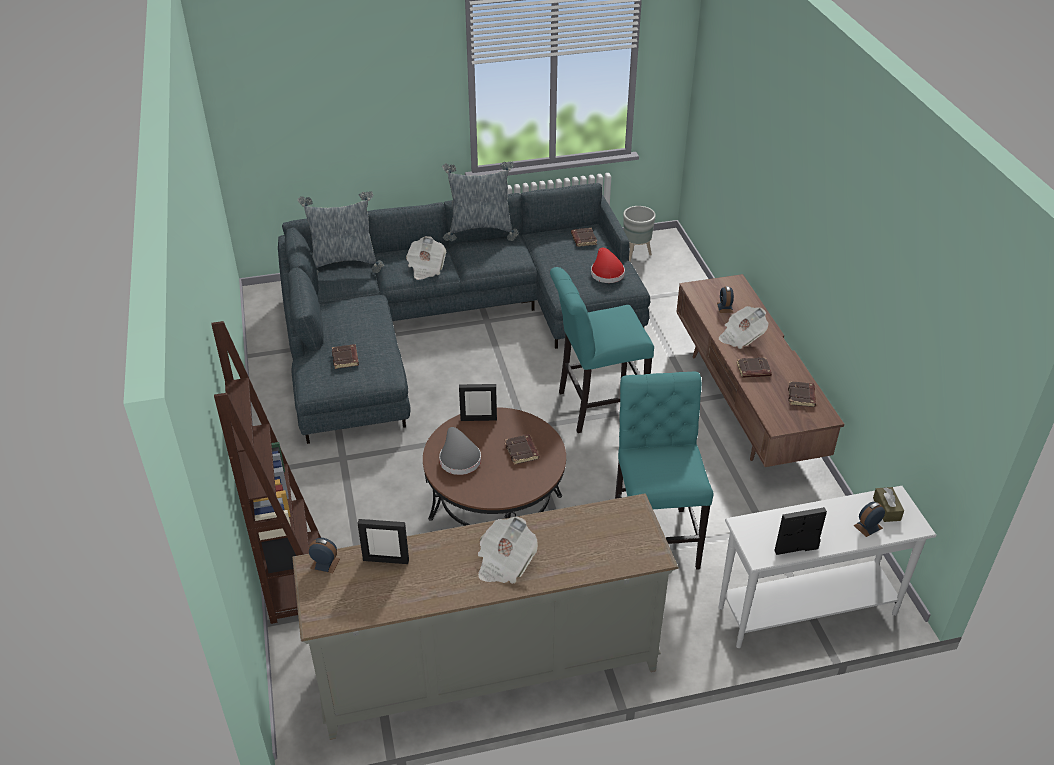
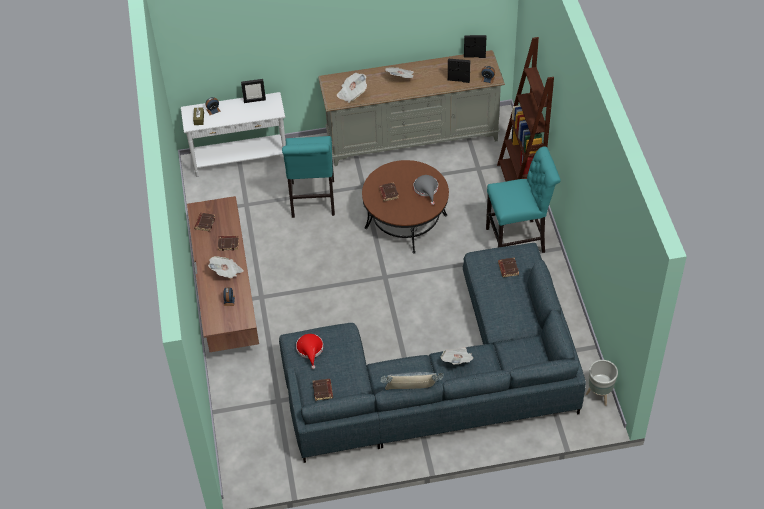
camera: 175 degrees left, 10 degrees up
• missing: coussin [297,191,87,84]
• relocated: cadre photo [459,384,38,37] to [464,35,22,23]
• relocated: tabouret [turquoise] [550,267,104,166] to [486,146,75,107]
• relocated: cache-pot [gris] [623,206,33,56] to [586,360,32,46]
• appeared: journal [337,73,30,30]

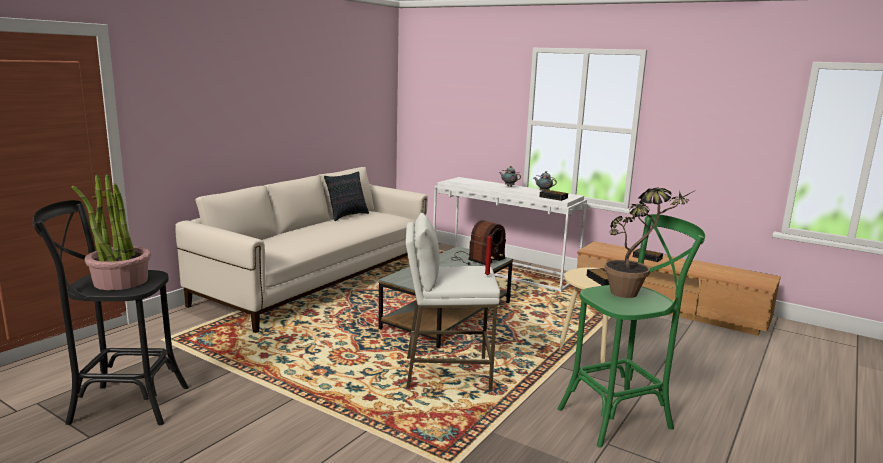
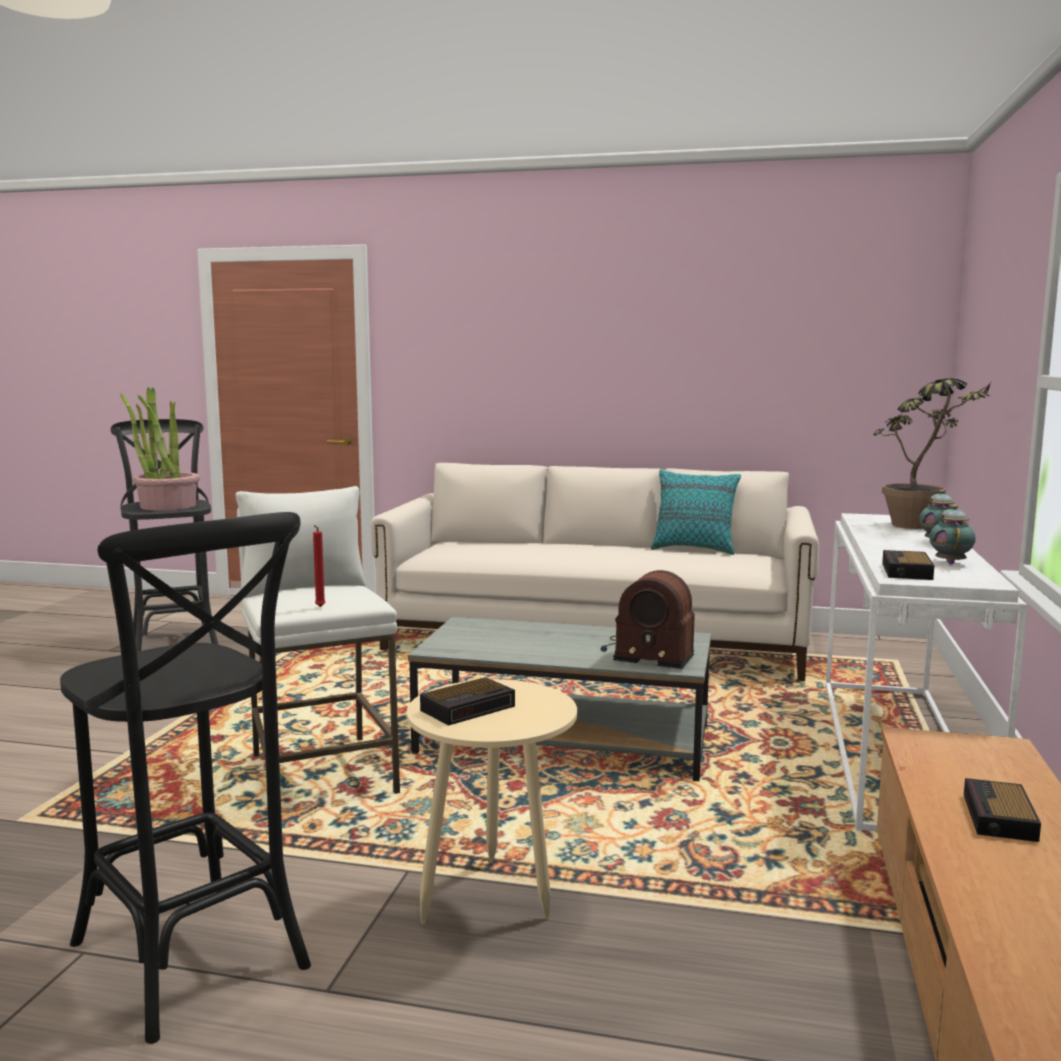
camera: 70 degrees right, 5 degrees down
• colour: coussin [noir] [324,172,45,49] to coussin [turquoise] [651,469,90,86]
• colour: tabouret [vert] [557,214,148,234] to tabouret [noir] [60,512,251,532]
• relocated: plante en pot [604,188,92,110] to [873,379,118,150]

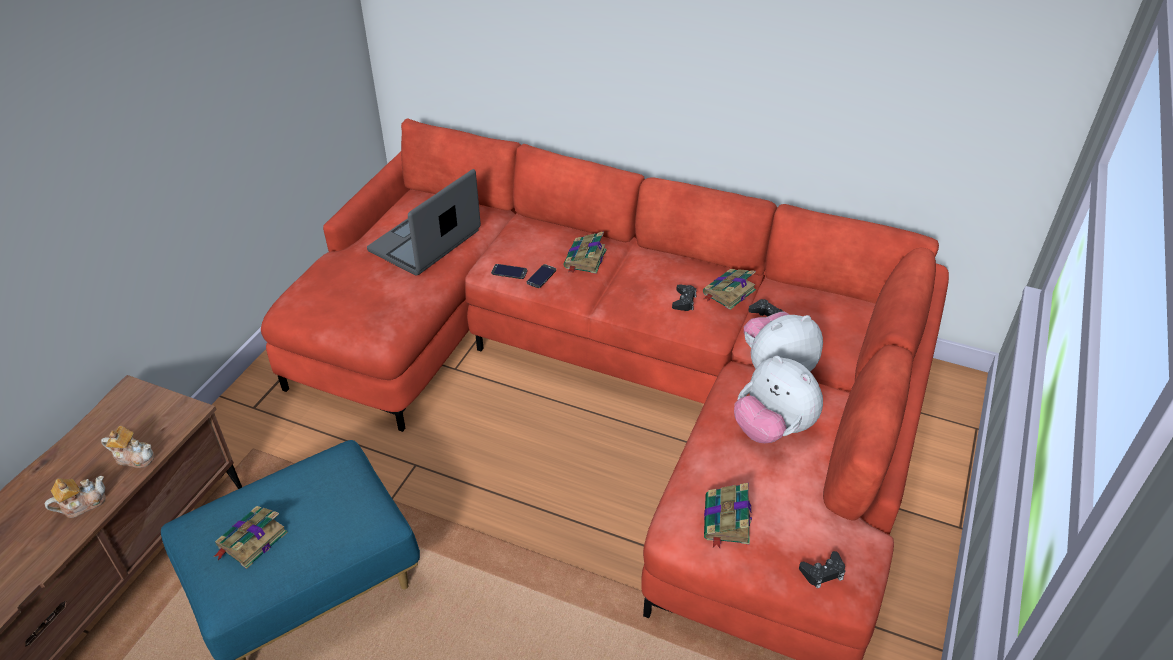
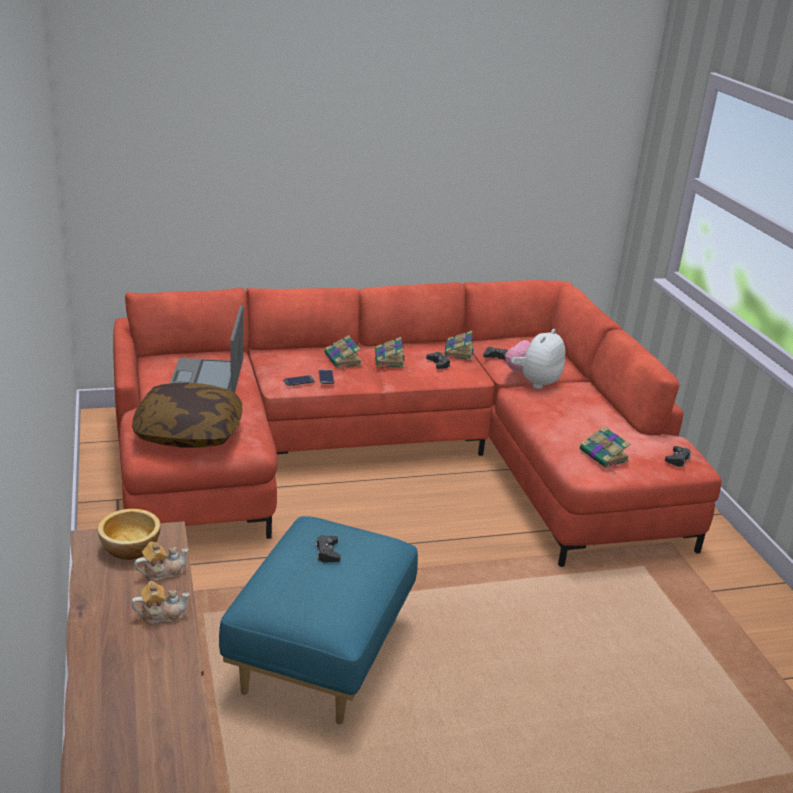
camera: 40 degrees left, 15 degrees down
• spun: théière [45,476,60,42] = [131,581,59,43] 60 degrees clockwise
• relocated: livre [213,506,75,63] to [375,337,30,31]
• missing: peluche [734,356,89,87]
• appeared: bol [98,509,63,51]
• appeared: coussin [132,383,111,65]
• appeared: manette [noir] [316,535,25,27]

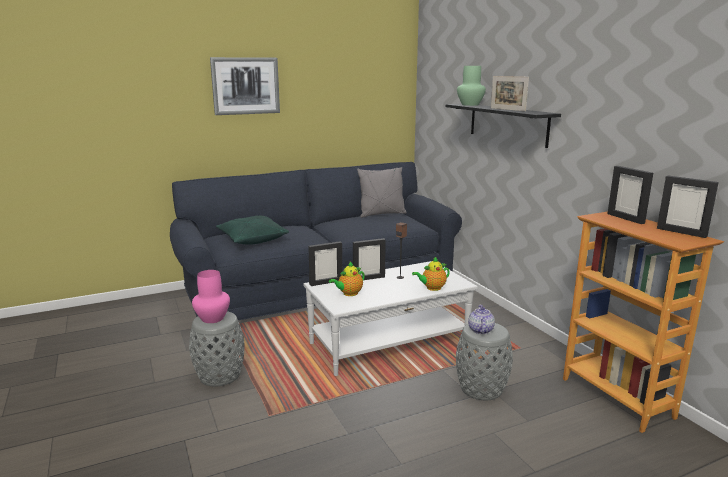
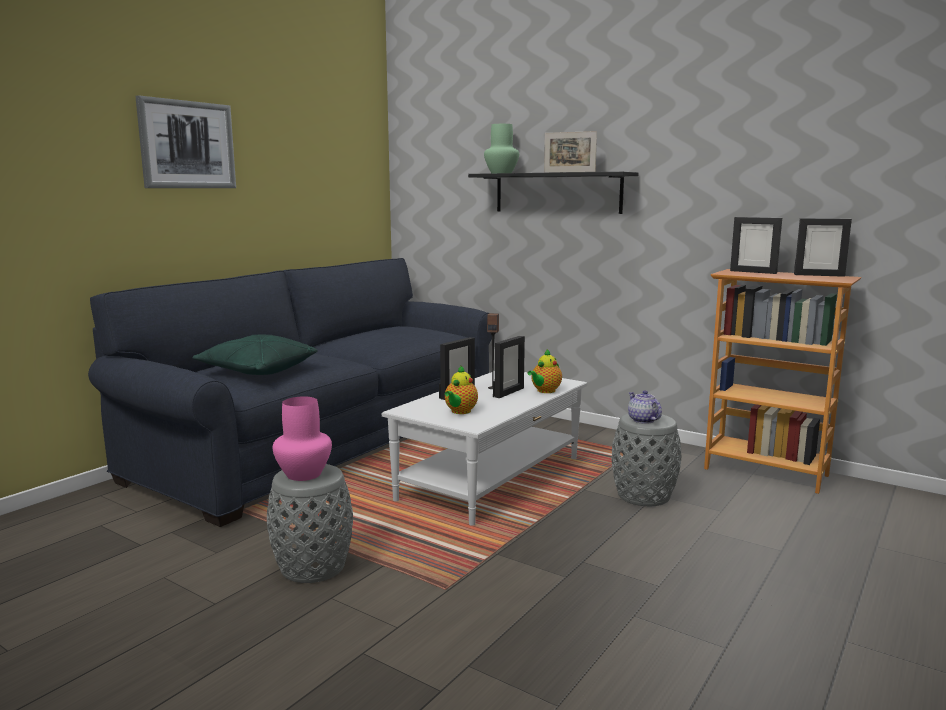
camera: 30 degrees left, 5 degrees down
• relocated: cadre photo [308,241,34,45] to [493,336,32,62]
• missing: coussin [gris] [357,167,50,51]

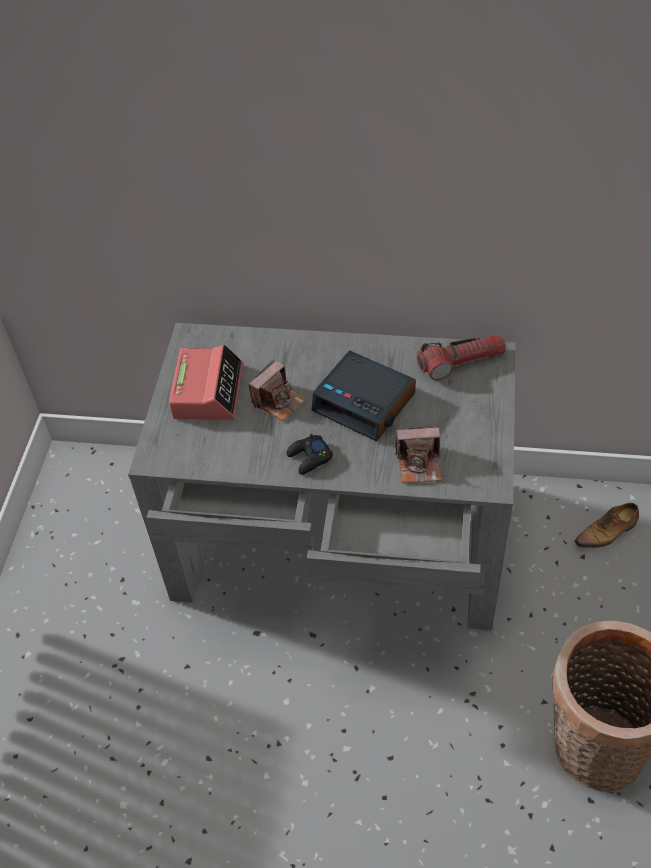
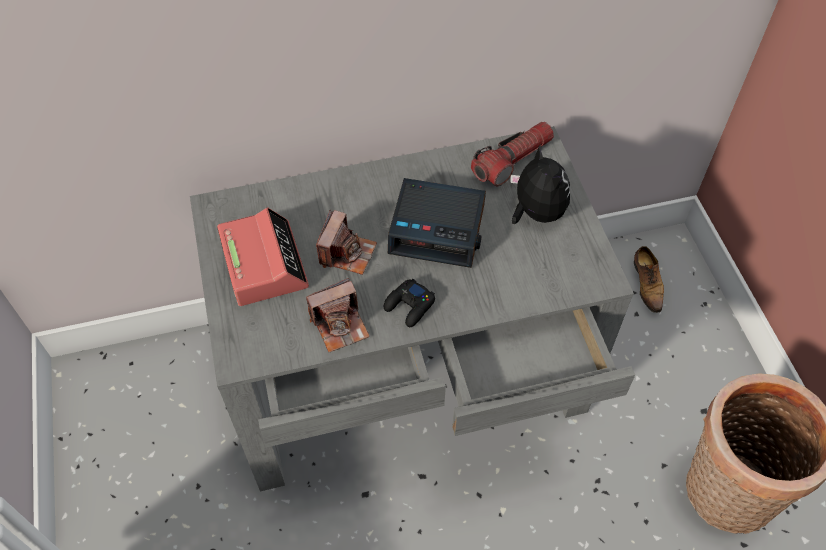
camera: 25 degrees left, 5 degrees up
• relocated: appareil photo [395,424,47,59] to [306,278,64,74]
• spun: chaussure [574,503,65,45] = [634,246,30,67] 45 degrees counterclockwise
• appeared: peluche [510,146,60,78]

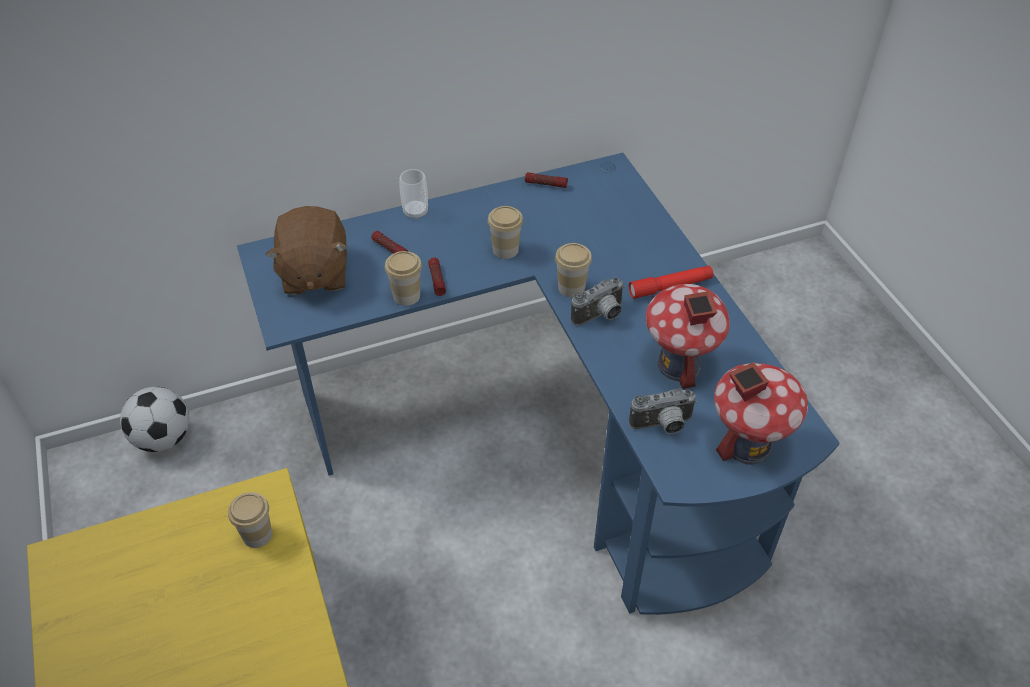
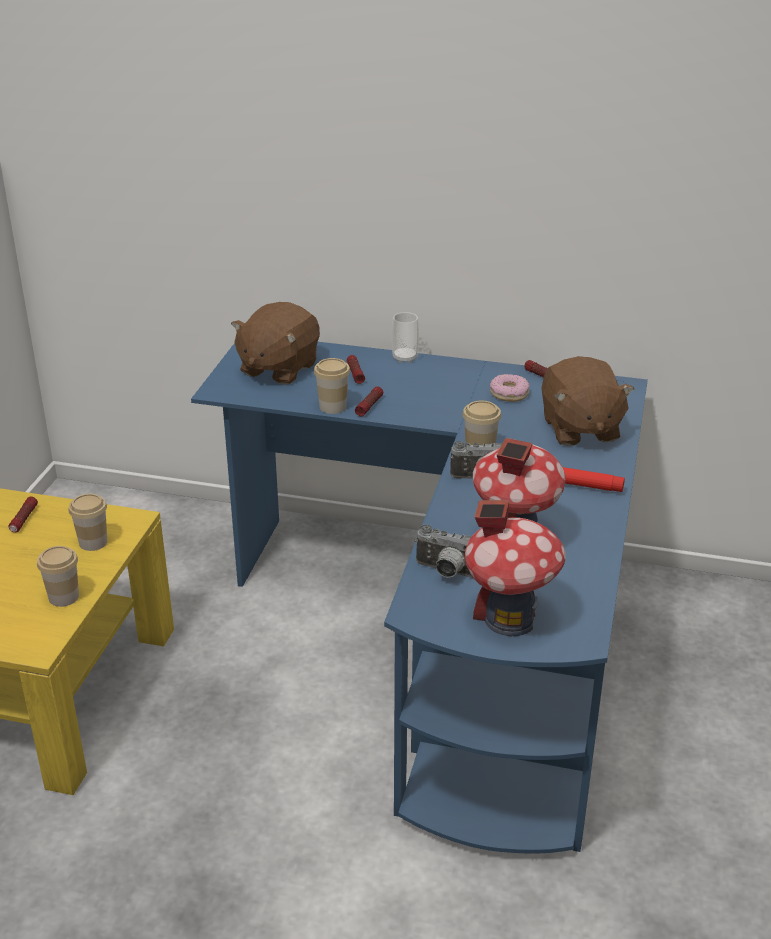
camera: 35 degrees right, 15 degrees down
• missing: ballon de foot [120,387,69,65]
• relocated: tasse [488,206,35,53] to [37,546,42,61]
• appeared: lampe de poche [8,497,30,35]
• appeared: beignet [490,374,39,28]
• appeared: peluche [marron] [542,356,92,90]

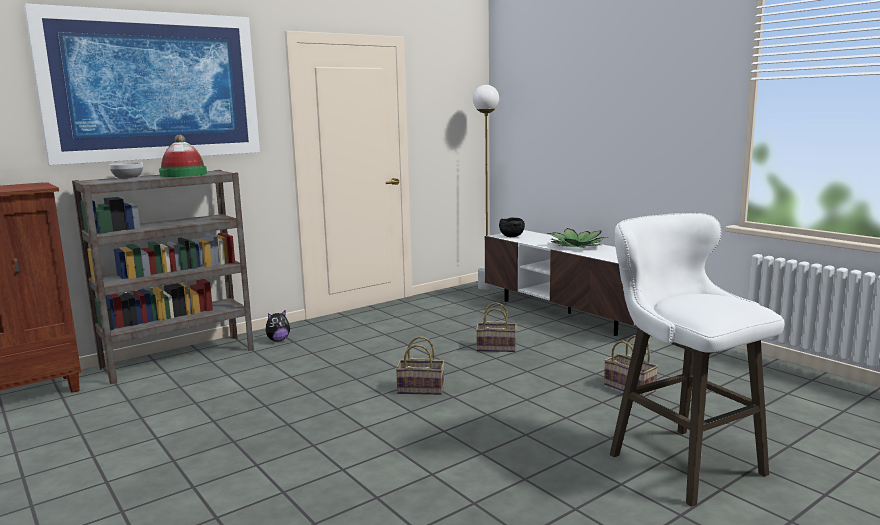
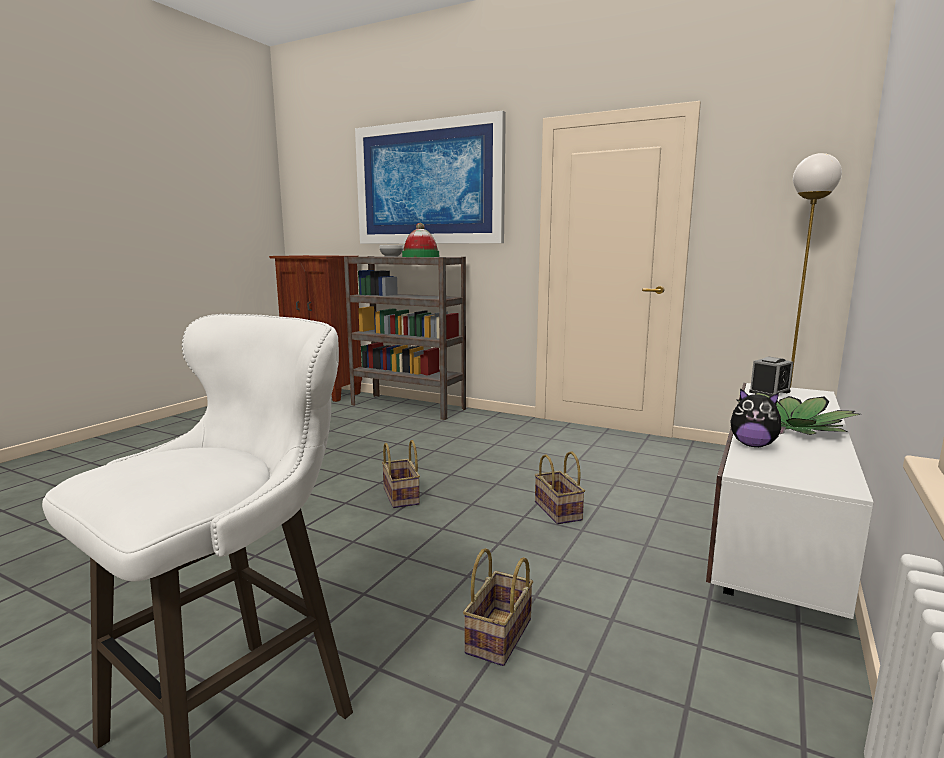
camera: 65 degrees right, 0 degrees up
• relocated: peluche [266,310,24,32] to [730,388,56,59]
• exchanged: bol [noir] [499,218,26,19] to réveil [749,357,45,39]

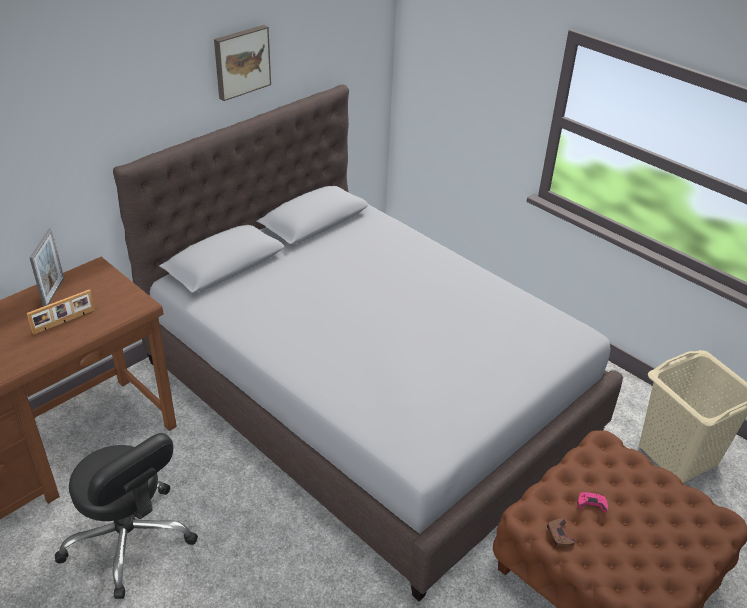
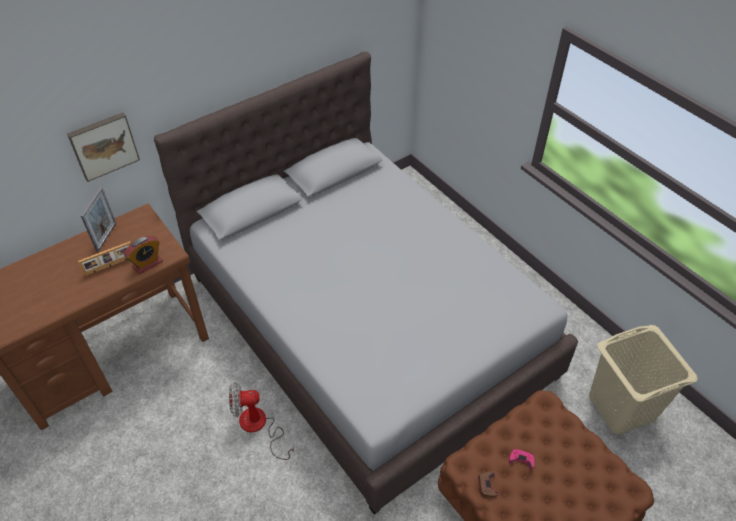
camera: 10 degrees right, 10 degrees up
• missing: chaise de bureau [noir] [55,433,143,166]
• relocated: tableau [214,25,57,76] to [67,112,73,70]
• appeared: réveil [124,236,39,38]
• appeared: ventilateur [229,382,65,78]

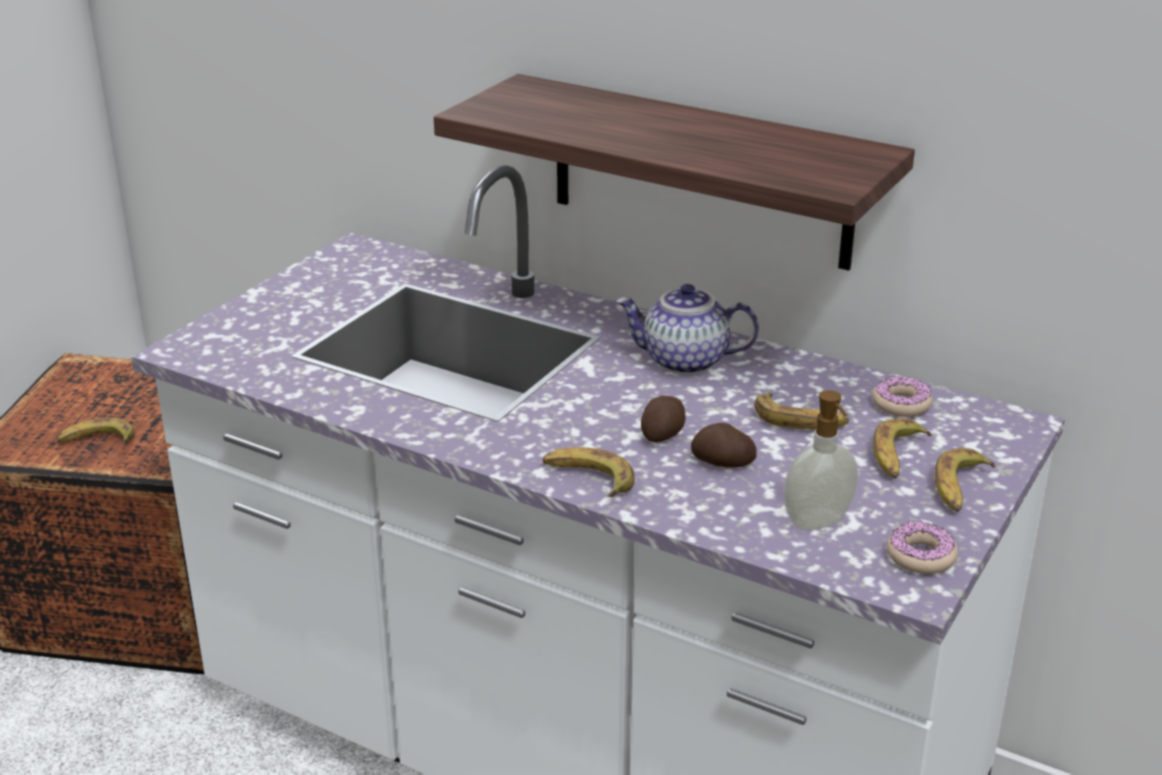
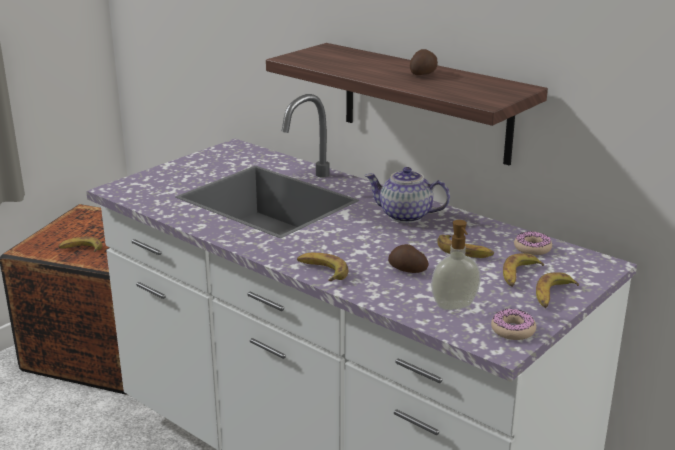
camera: 10 degrees right, 5 degrees down
• relocated: pomme de terre [641,396,45,46] to [410,49,28,26]

